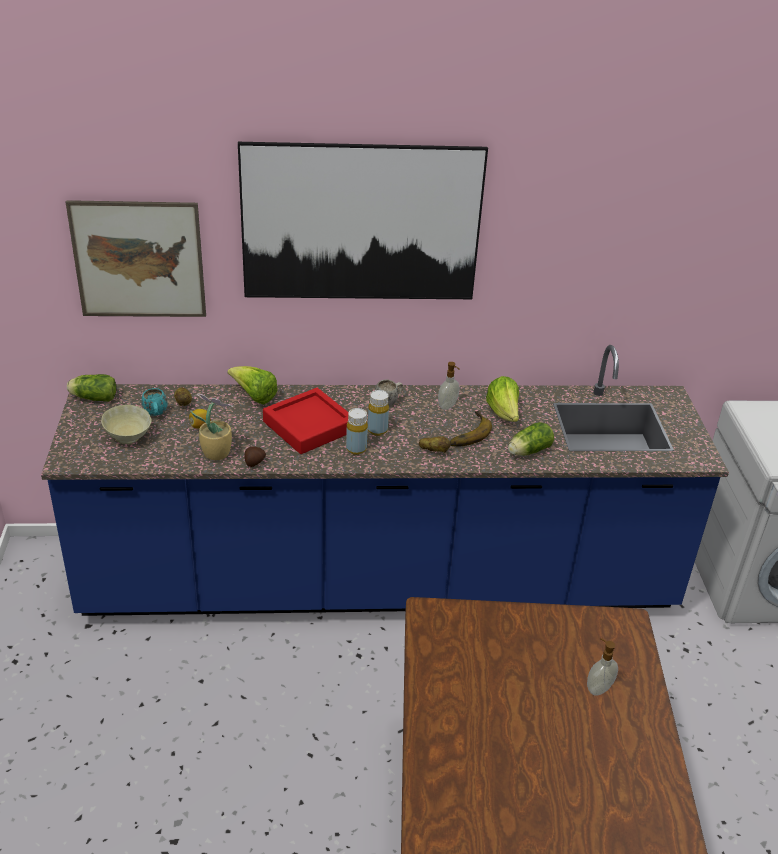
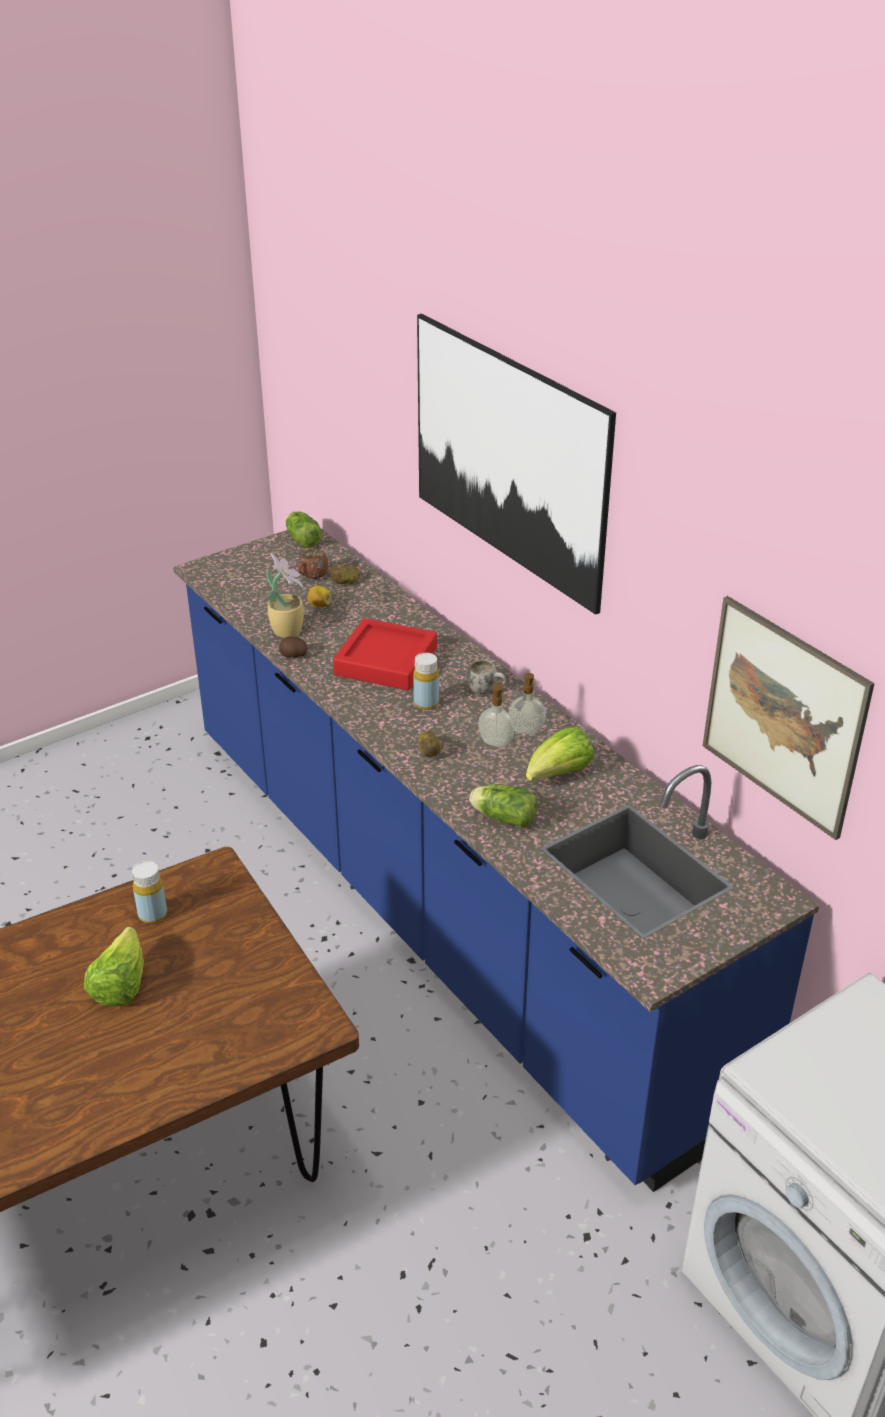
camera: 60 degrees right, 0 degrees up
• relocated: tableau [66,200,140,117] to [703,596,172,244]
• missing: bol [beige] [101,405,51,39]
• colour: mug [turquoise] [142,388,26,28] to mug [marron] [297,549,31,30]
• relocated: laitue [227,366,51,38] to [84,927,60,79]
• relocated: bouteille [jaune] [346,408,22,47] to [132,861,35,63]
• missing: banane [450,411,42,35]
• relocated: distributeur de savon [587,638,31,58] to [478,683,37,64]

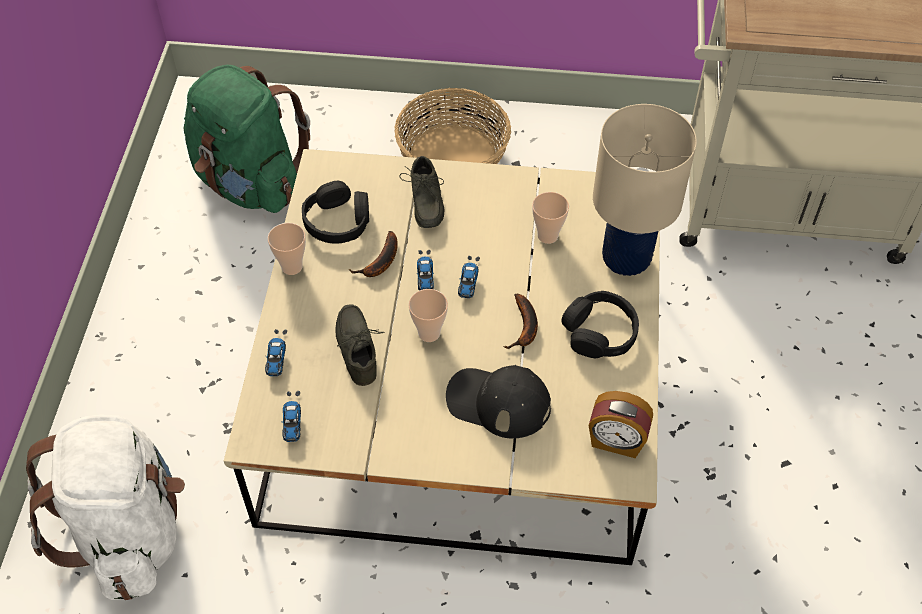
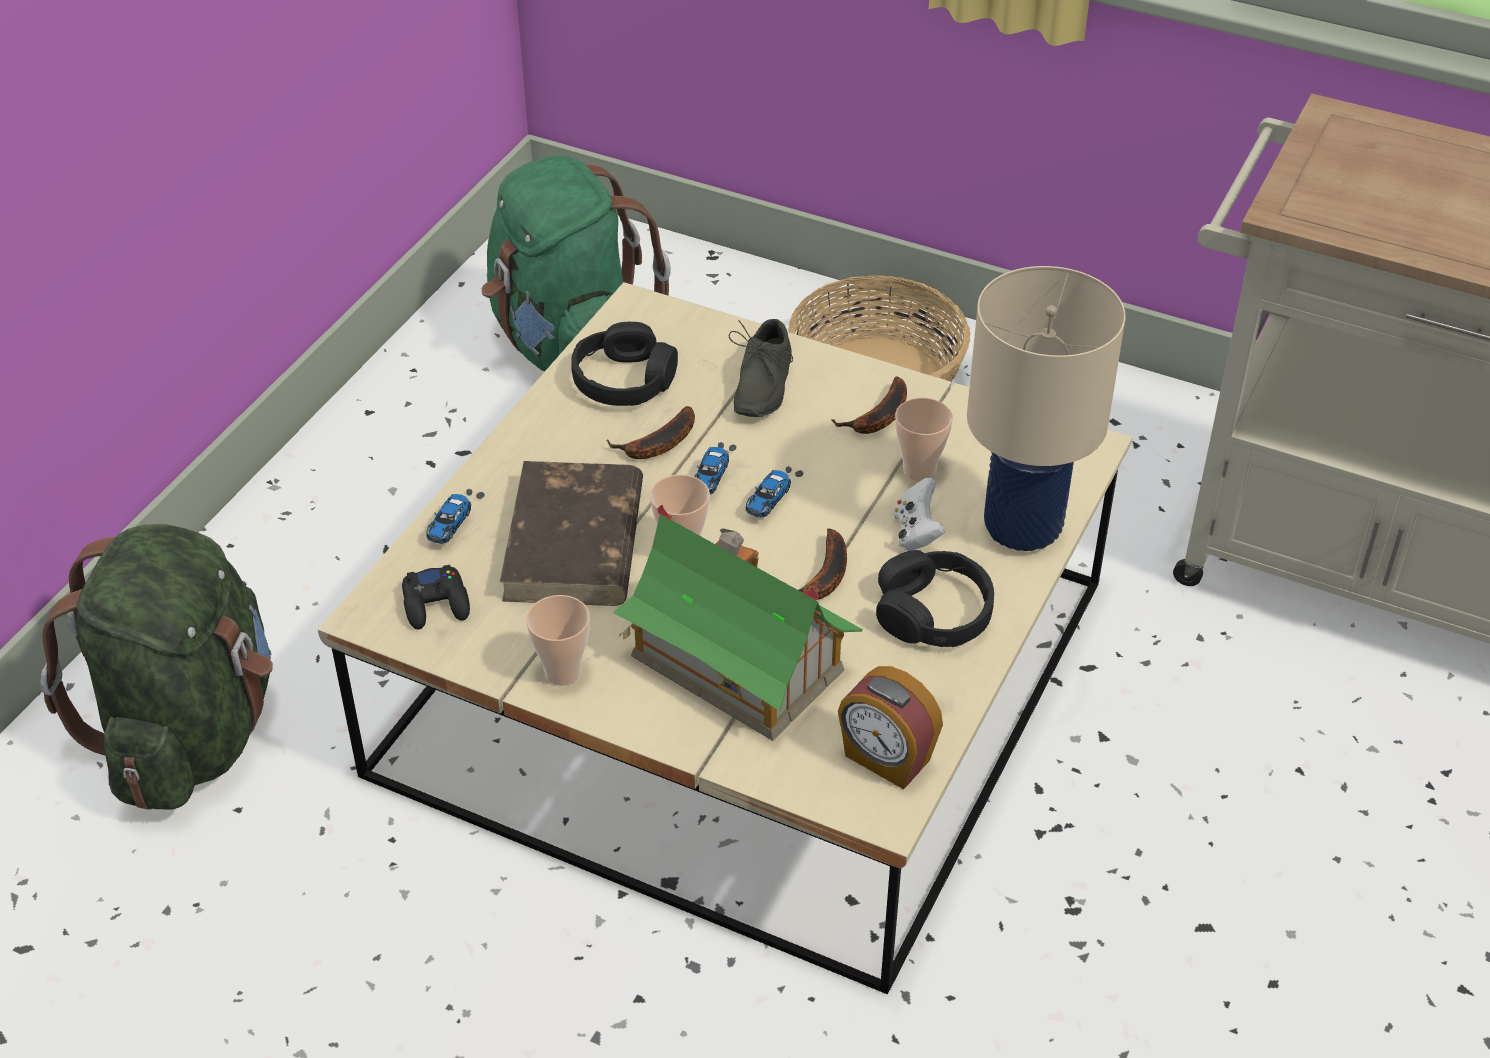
camera: 20 degrees right, 10 degrees down
• colour: sac à dos [blanc] [26,415,159,185] to sac à dos [vert] [40,524,233,286]
• relocated: tasse [268,223,38,52] to [526,595,64,91]
• exchanged: petite voiture [282,391,19,51] to manette [noir] [402,565,68,64]
• exchanged: chaussure [gris] [335,304,49,82] to livre [marron] [500,461,143,145]
• exchanged: casquette [noir] [446,365,105,74] to maison miniature [613,505,250,236]
• appeared: banane [831,377,76,57]
• appeared: manette [blanc] [894,478,51,73]

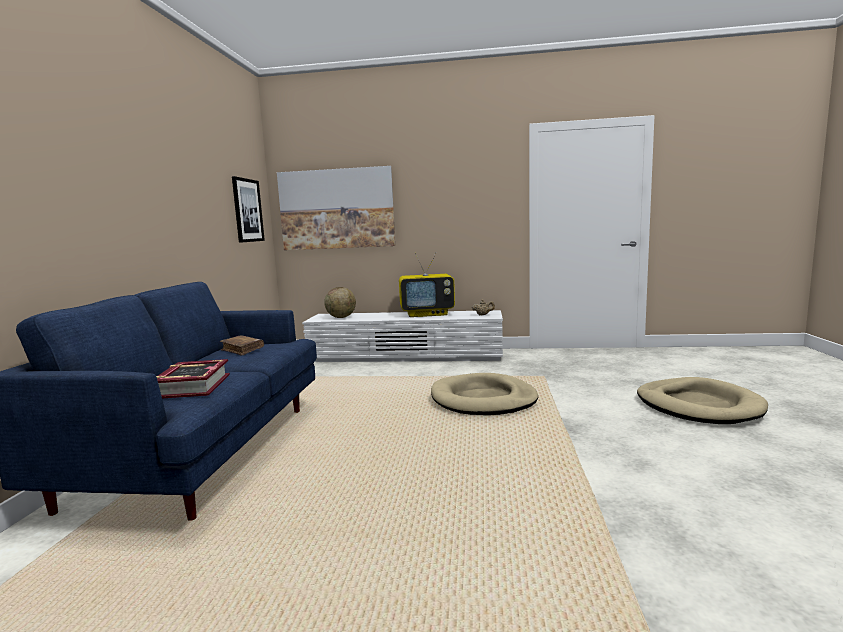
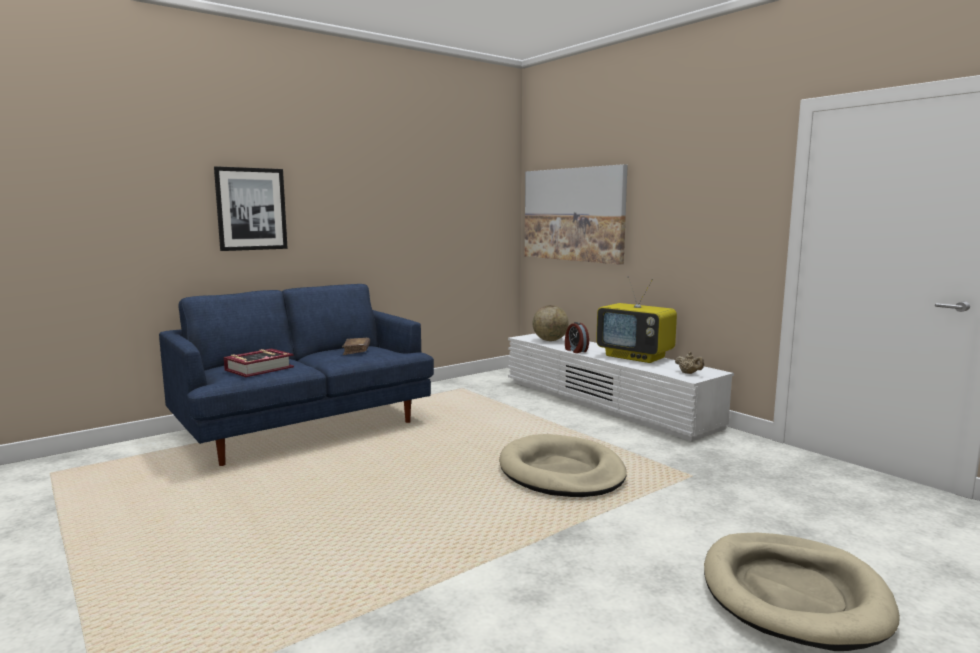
camera: 45 degrees right, 0 degrees up
• relocated: tableau [232,176,33,67] to [214,166,74,85]
• appeared: réveil [565,322,24,31]

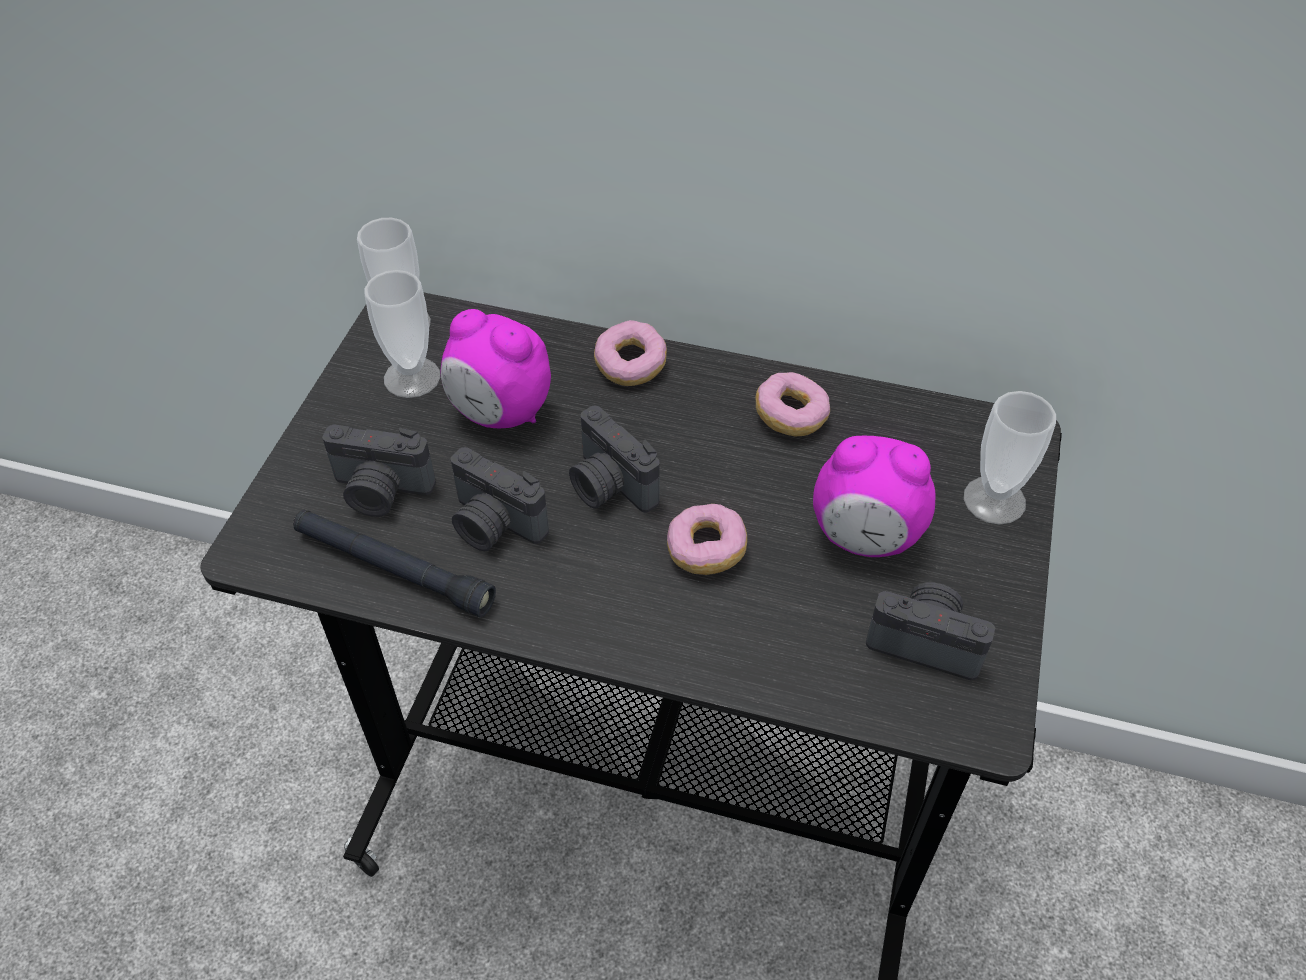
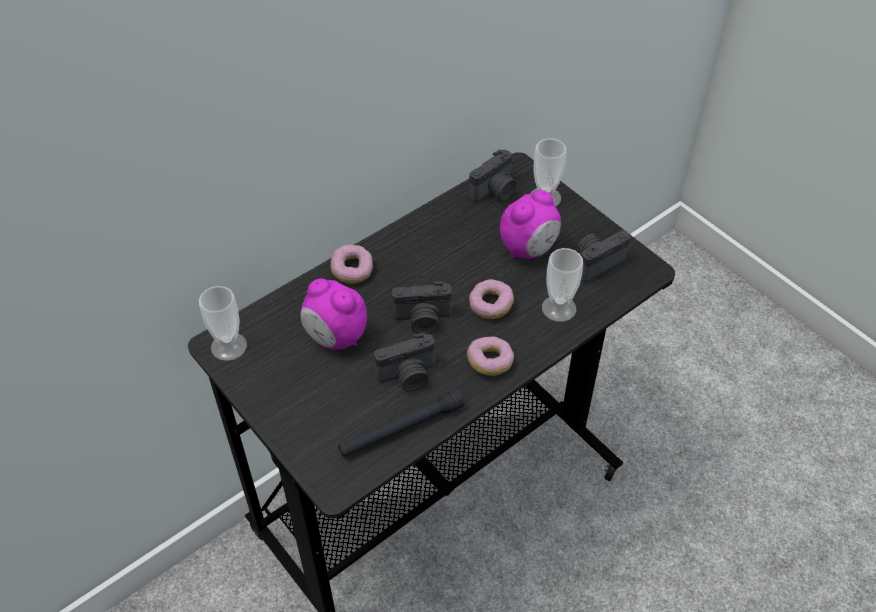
camera: 55 degrees left, 0 degrees up
• relocated: appareil photo [322,424,114,93] to [469,150,48,52]
• relocated: tasse [364,270,76,128] to [542,248,41,74]
• spun: réveil [440,309,111,119] = [301,279,66,71] 60 degrees clockwise
• relocated: beignet [755,372,75,64] to [467,336,47,40]

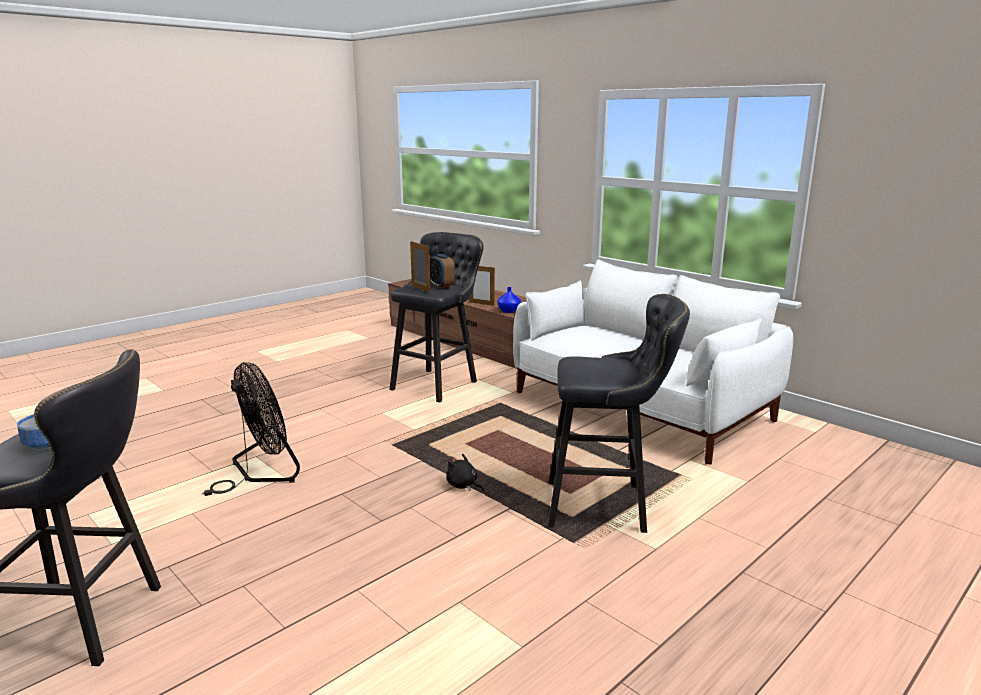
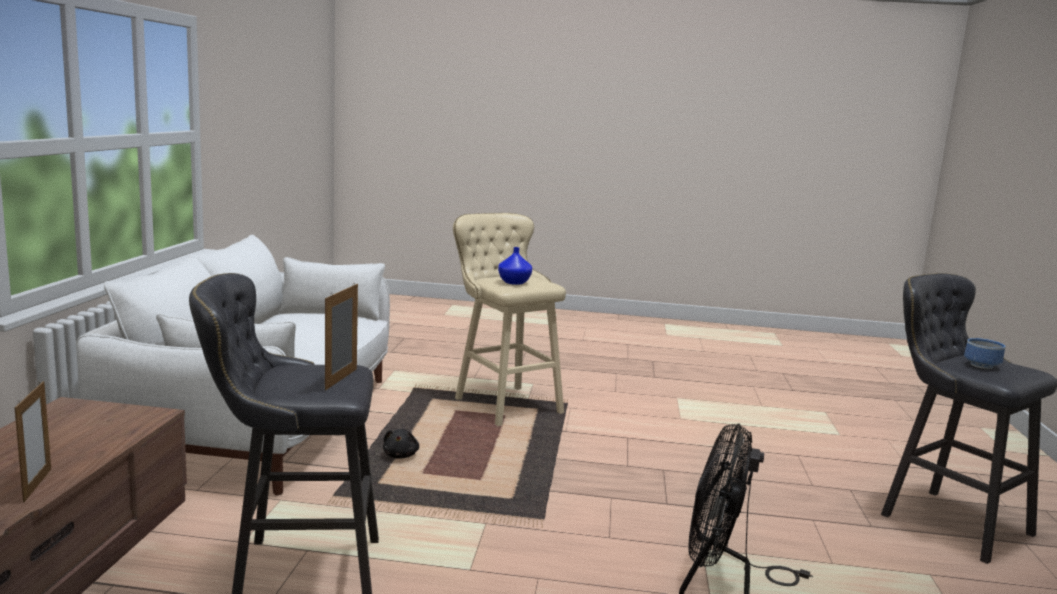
camera: 130 degrees left, 5 degrees down
• missing: réveil [430,254,25,35]
• relocated: peluche [noir] [446,454,38,37] to [383,429,36,30]
• relocated: vase [bleu] [497,287,24,26] to [498,247,34,38]
• colour: tabouret [noir] [548,294,142,239] to tabouret [beige] [453,213,113,213]

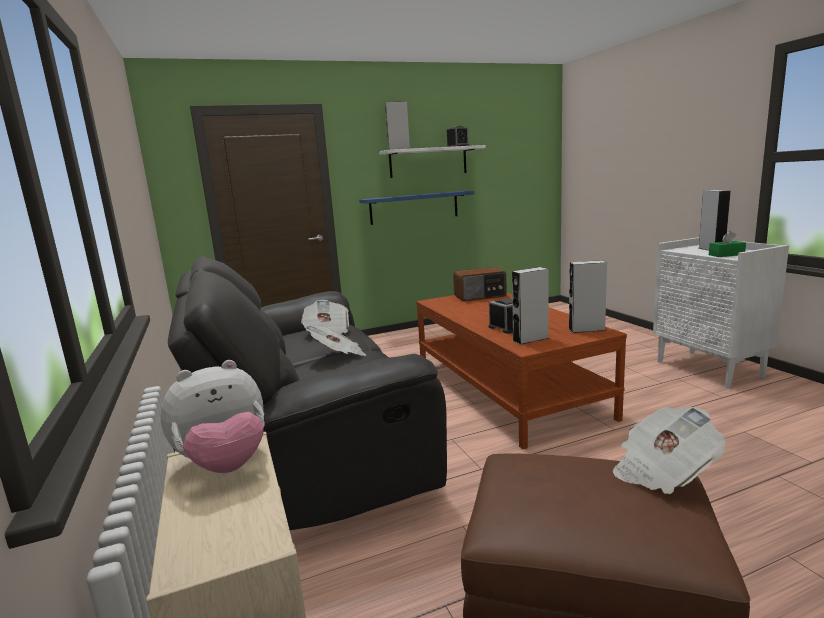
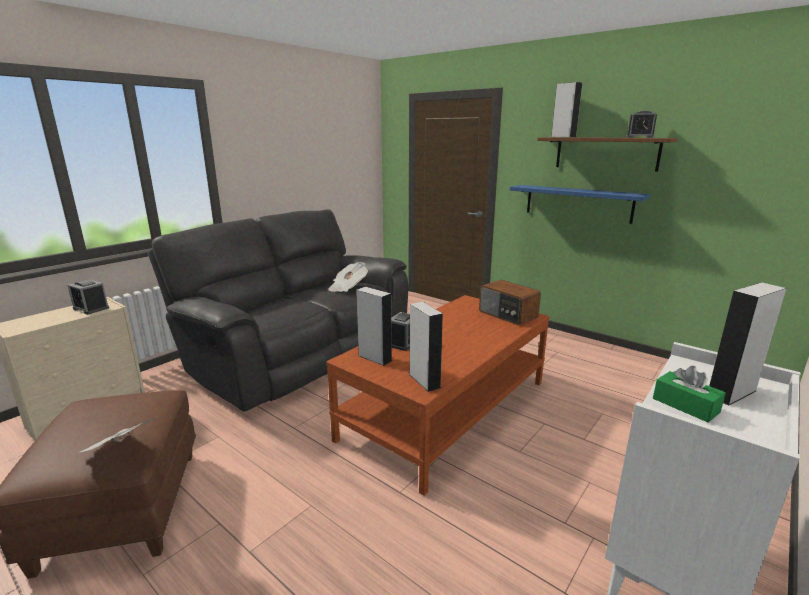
camera: 60 degrees right, 5 degrees up
• exchanged: peluche [160,360,105,113] to réveil [68,279,41,35]
• missing: journal [304,326,62,30]
• colour: étagère [blanc] [379,145,107,33] to étagère [marron] [537,137,141,35]

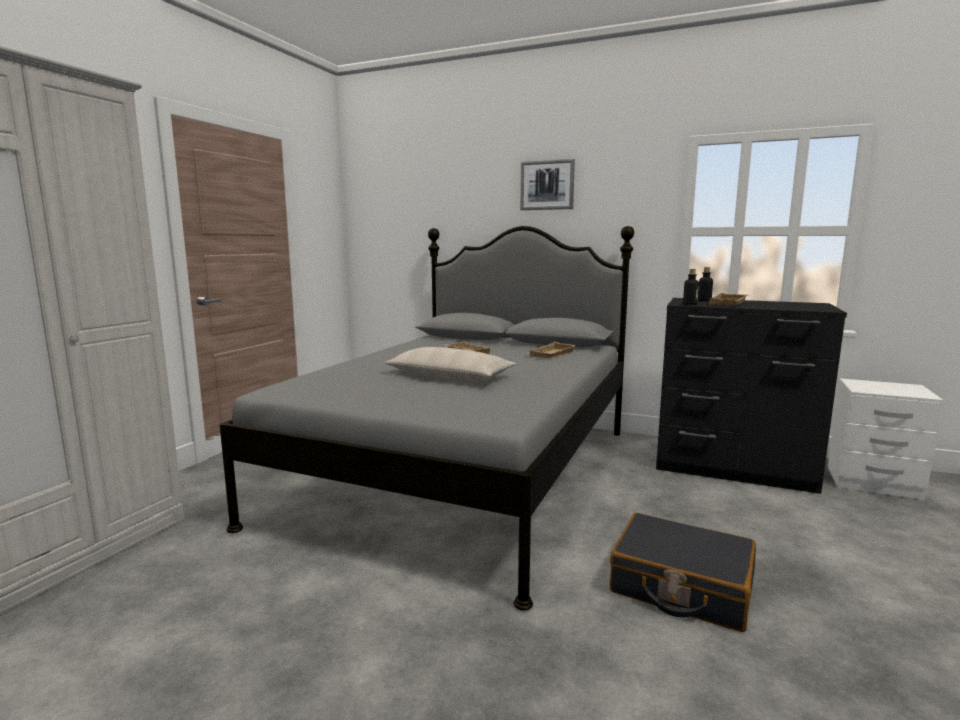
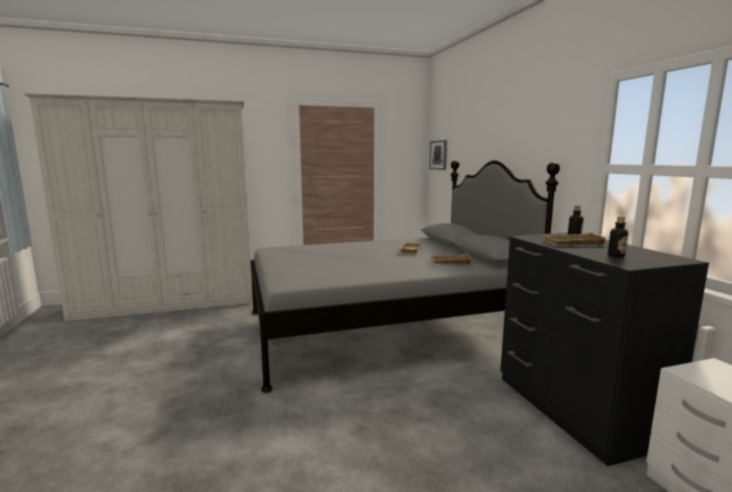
camera: 50 degrees right, 0 degrees up
• missing: coussin [beige] [384,347,132,34]
• relocated: tableau [520,159,55,51] to [429,140,18,30]
• missing: valise [noir] [610,513,146,119]
• relocated: bouteille [683,269,16,36] to [608,216,20,42]

